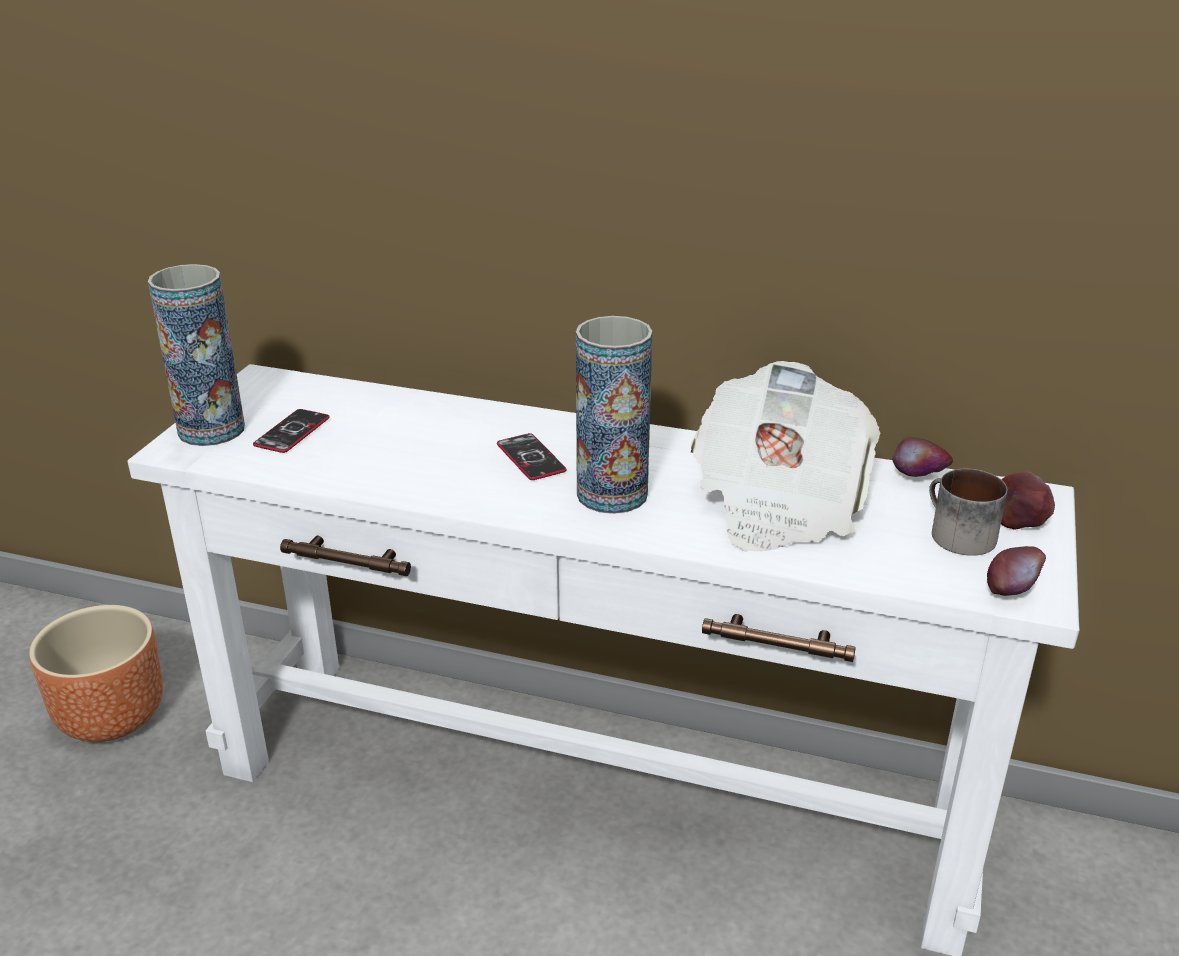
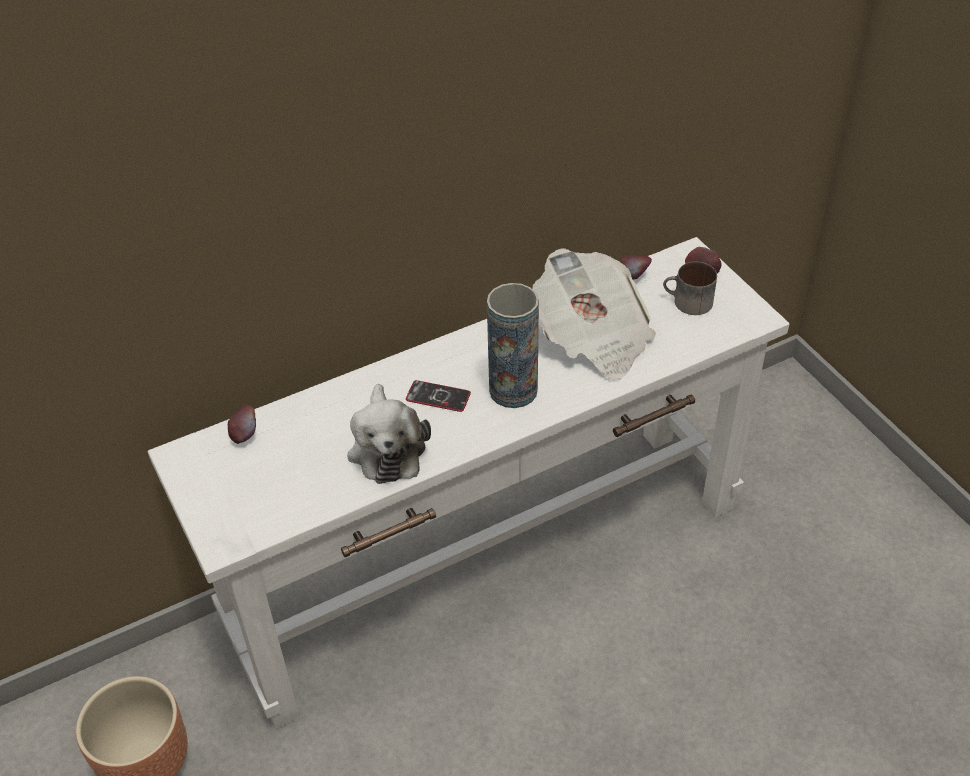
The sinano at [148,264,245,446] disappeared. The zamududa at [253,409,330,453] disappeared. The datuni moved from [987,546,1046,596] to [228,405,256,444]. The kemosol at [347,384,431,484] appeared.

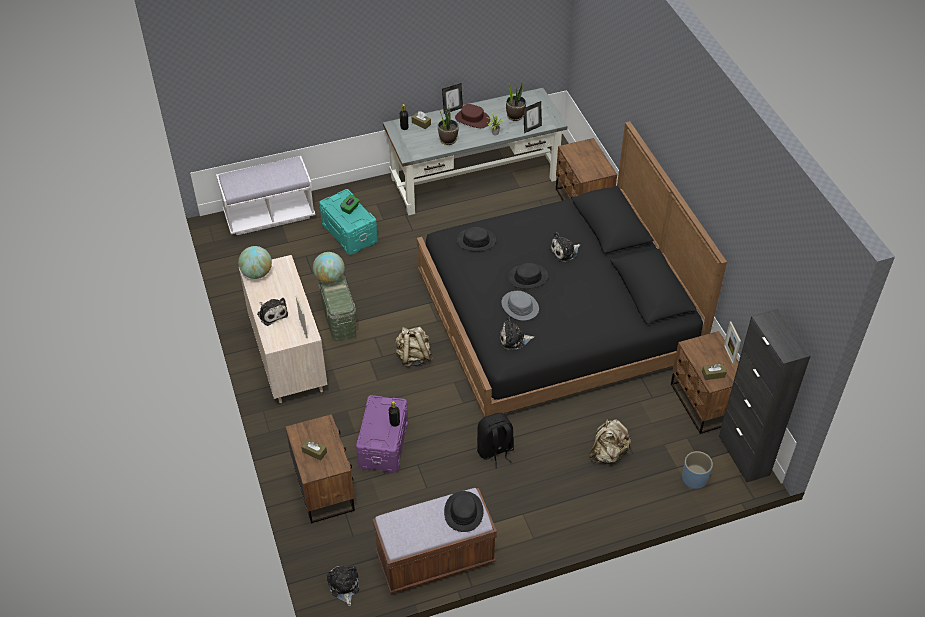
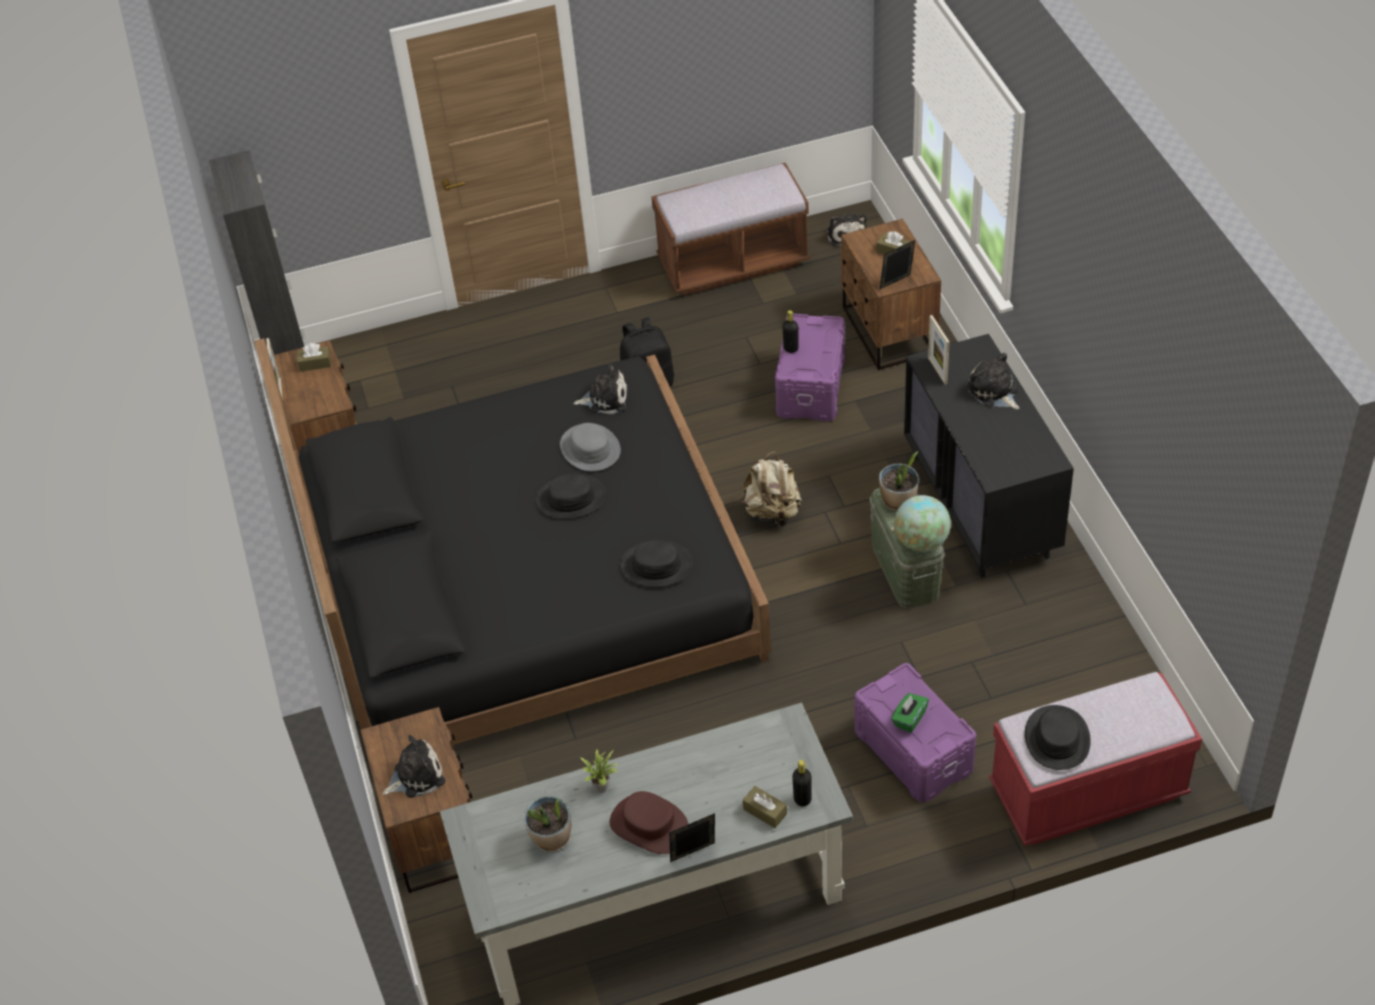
The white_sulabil at [216,156,315,235] became the red_sulabil at [989,672,1202,846]. The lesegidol at [238,246,272,279] disappeared. The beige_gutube at [239,255,327,403] became the black_gutube at [904,334,1074,578]. The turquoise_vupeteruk at [319,189,378,255] became the purple_vupeteruk at [855,663,976,803]. The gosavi moved from [438,104,459,145] to [879,452,919,511]. The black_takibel moved from [444,491,483,532] to [1025,705,1091,770]. The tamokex moved from [523,101,542,133] to [880,240,915,289]. The kemosol moved from [549,232,581,262] to [383,735,446,798]. The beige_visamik at [589,419,631,464] disappeared. The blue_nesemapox at [682,451,713,489] disappeared.

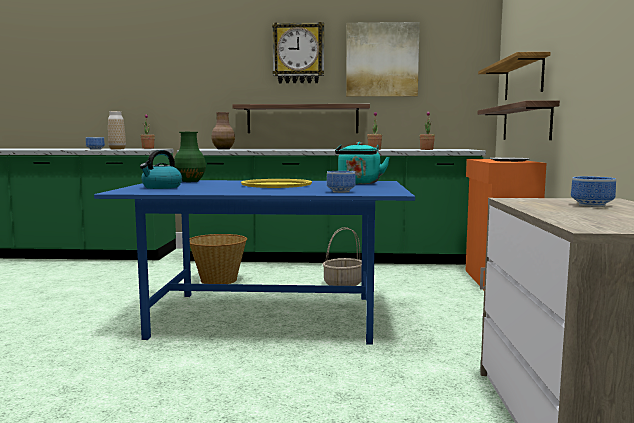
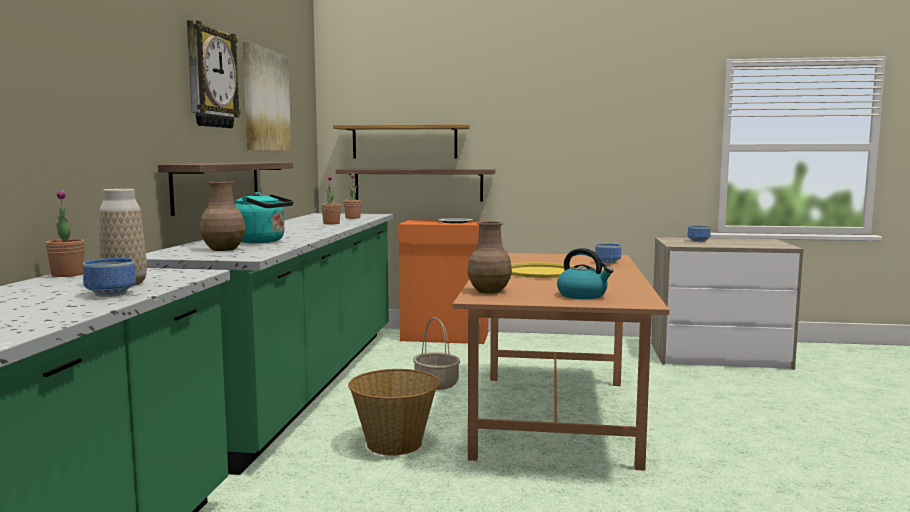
The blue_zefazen at [94,180,415,345] became the brown_zefazen at [453,253,670,471]. The green_sinano at [174,132,206,182] became the brown_sinano at [467,221,512,294]. The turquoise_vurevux moved from [335,142,390,184] to [235,192,294,243].

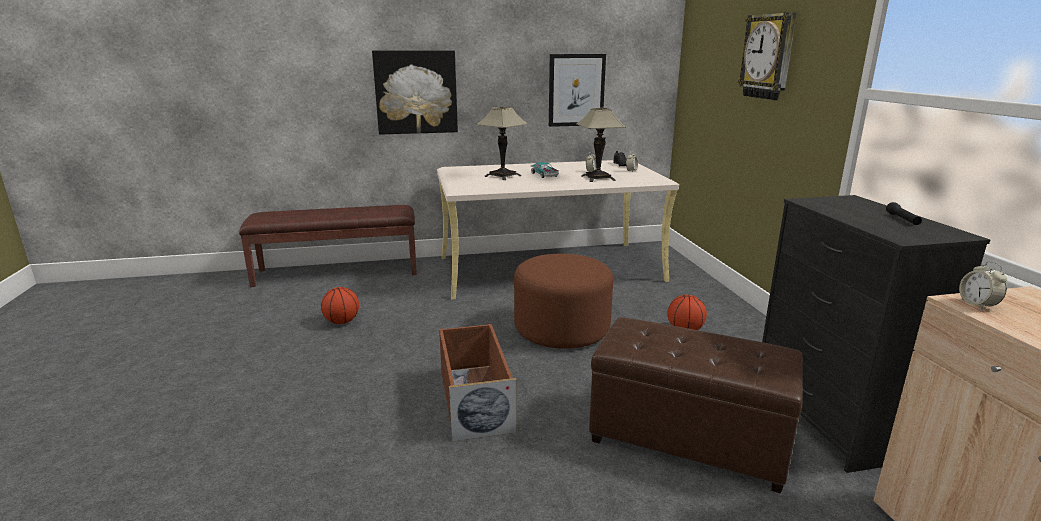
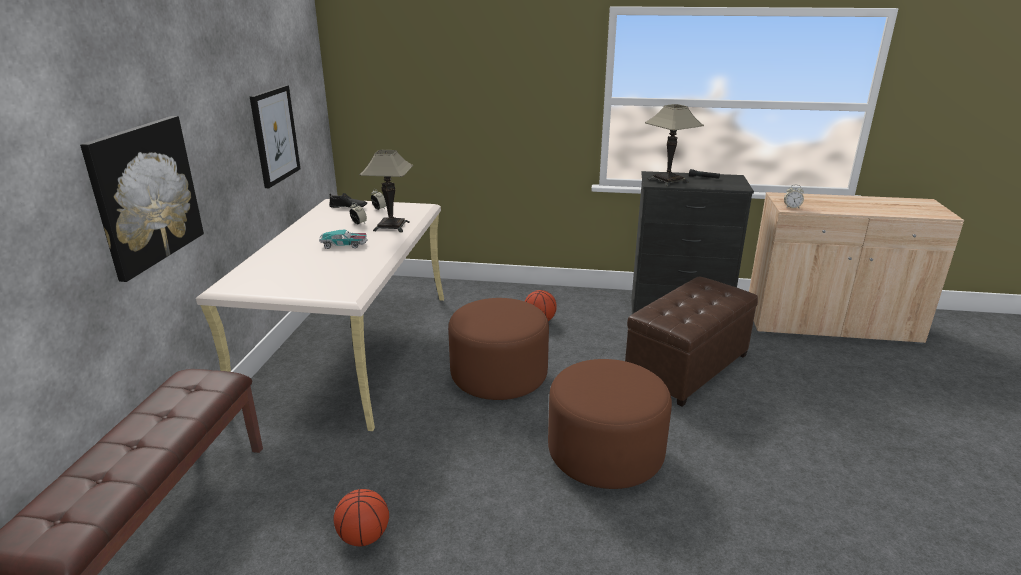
The brown_vupeteruk at [439,324,517,442] was replaced by the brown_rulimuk at [548,359,672,489]. The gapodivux moved from [476,107,528,180] to [645,104,704,187]. The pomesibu at [738,12,797,100] disappeared.

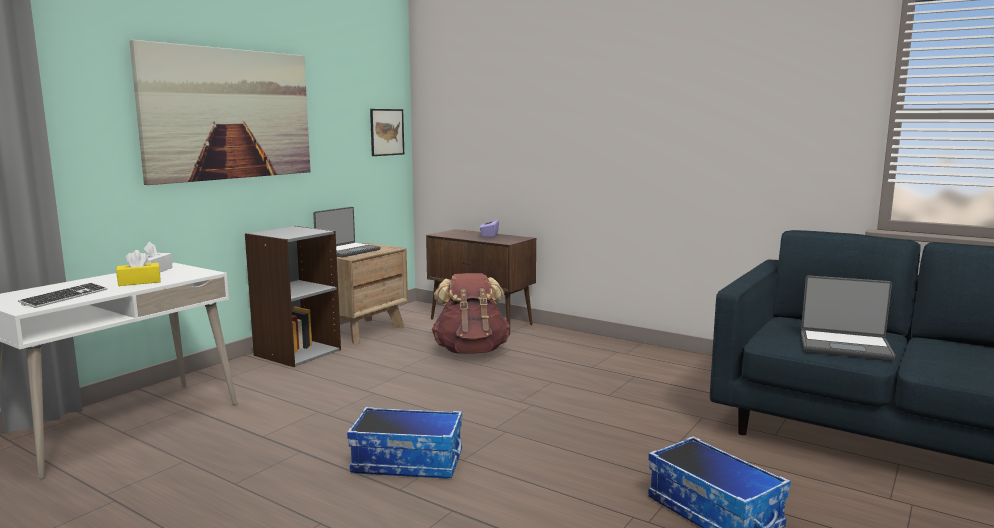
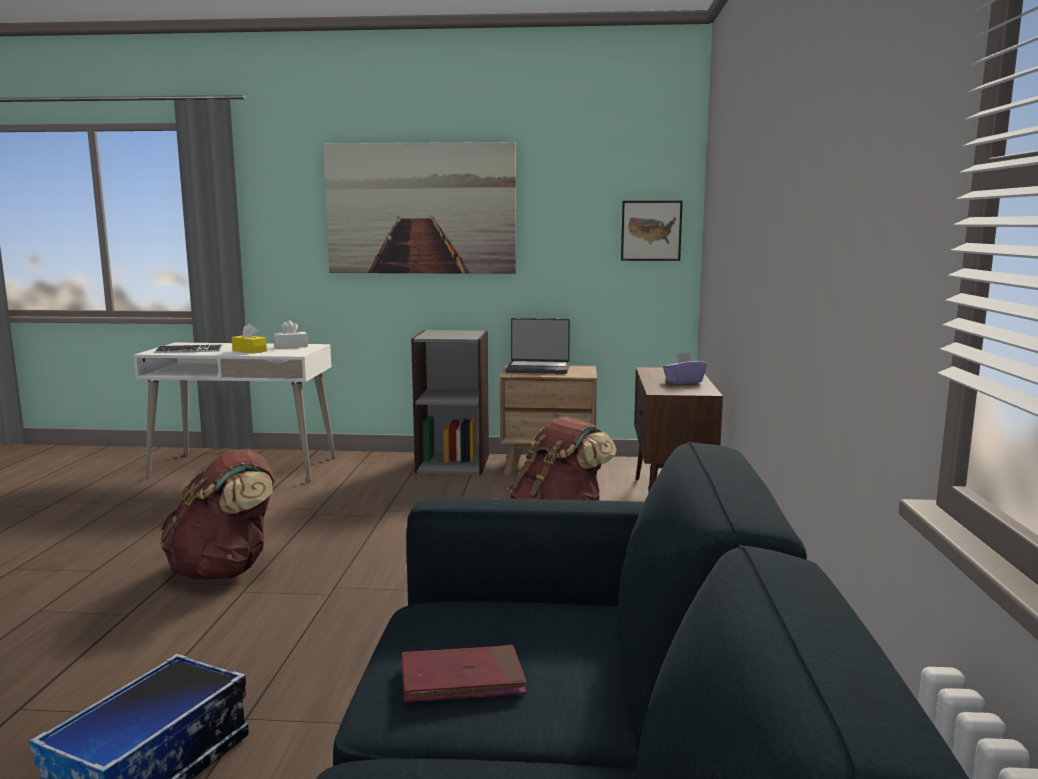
The vupeteruk at [347,407,462,479] was replaced by the brown_visamik at [161,449,275,580]. The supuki at [801,275,895,360] was replaced by the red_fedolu at [402,645,527,702].

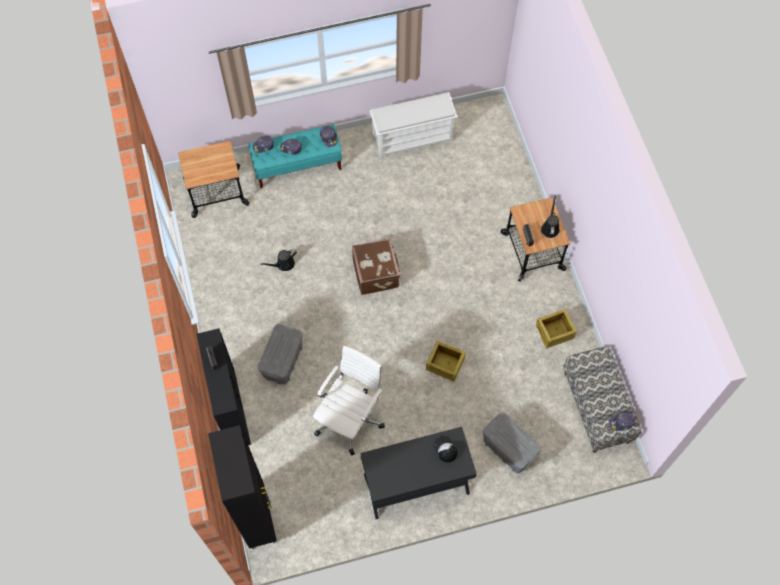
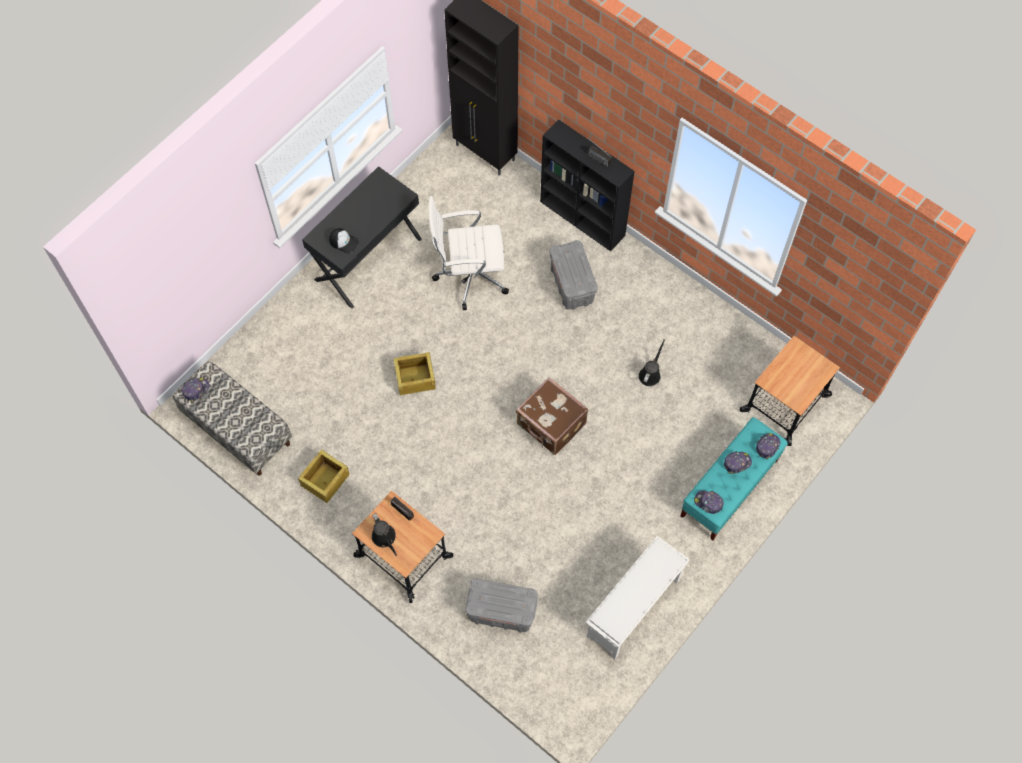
The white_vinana at [313,346,385,456] turned 90 degrees clockwise. The grey_vupeteruk moved from [483,413,541,473] to [466,579,538,633].

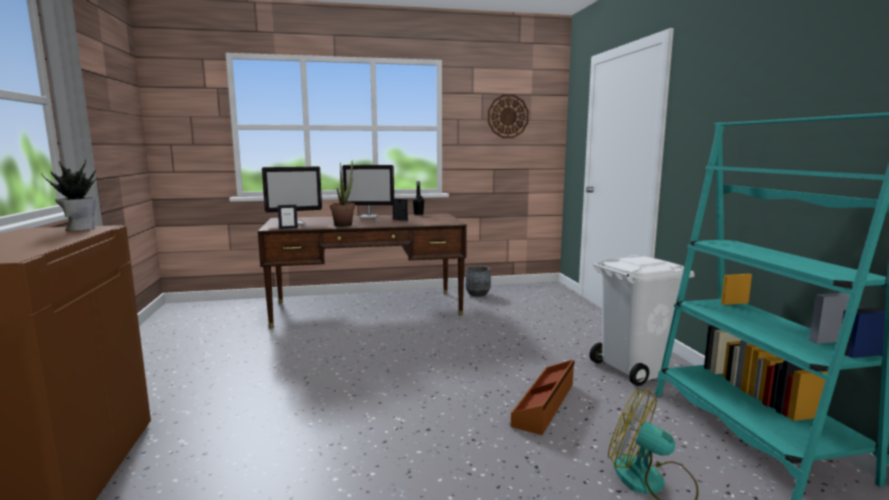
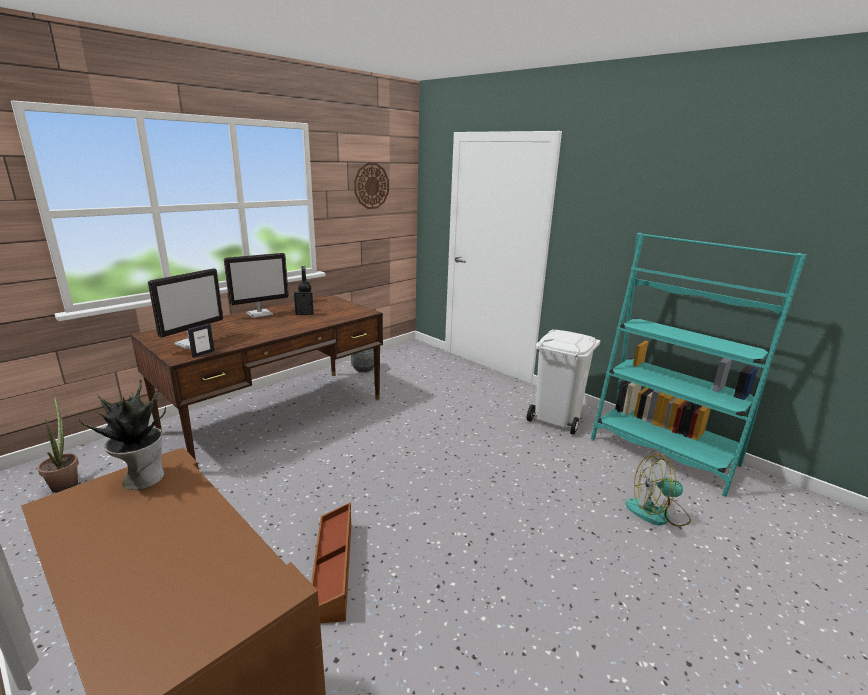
The gosavi moved from [330,161,355,227] to [37,395,79,493]. The brown_vupeteruk moved from [511,360,575,435] to [311,502,351,623].

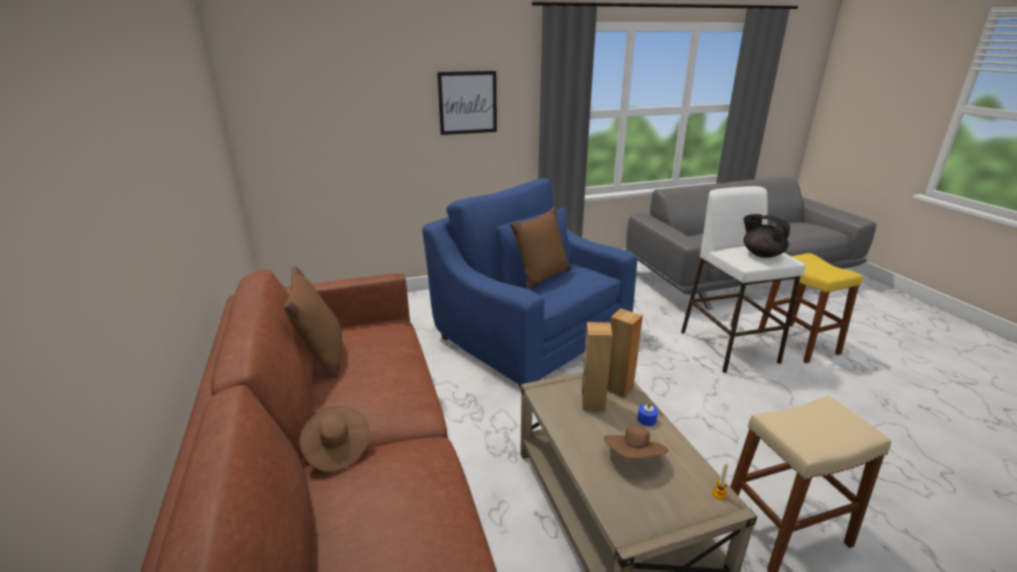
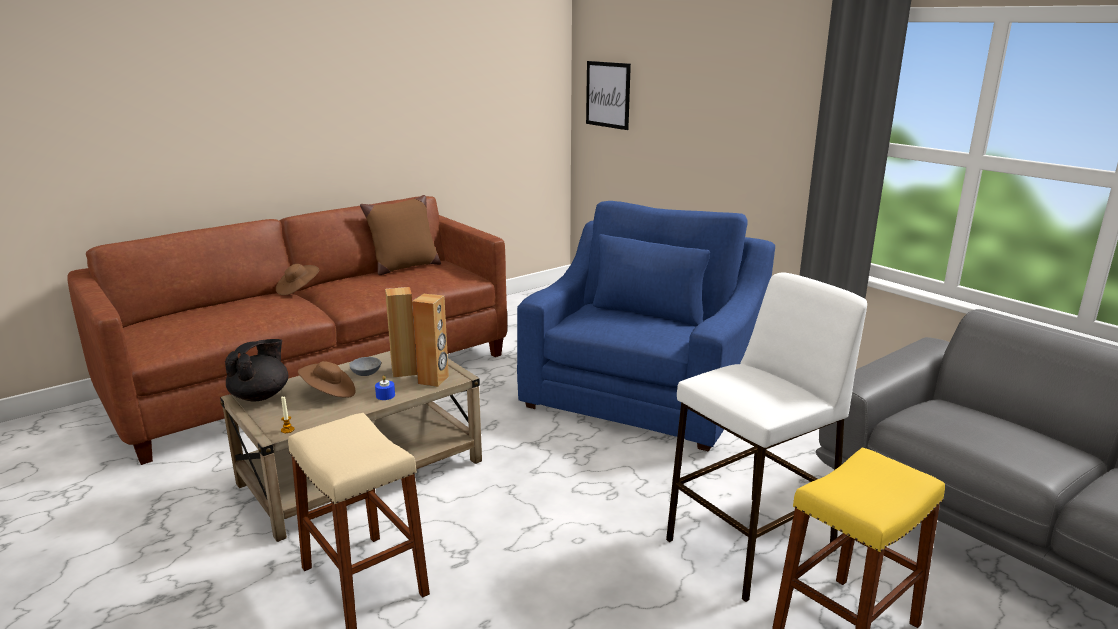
The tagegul moved from [437,71,497,135] to [586,61,631,130]. The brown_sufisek at [510,207,571,289] disappeared. The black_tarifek moved from [743,214,790,258] to [225,339,288,401]. The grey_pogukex at [349,357,381,376] appeared.

